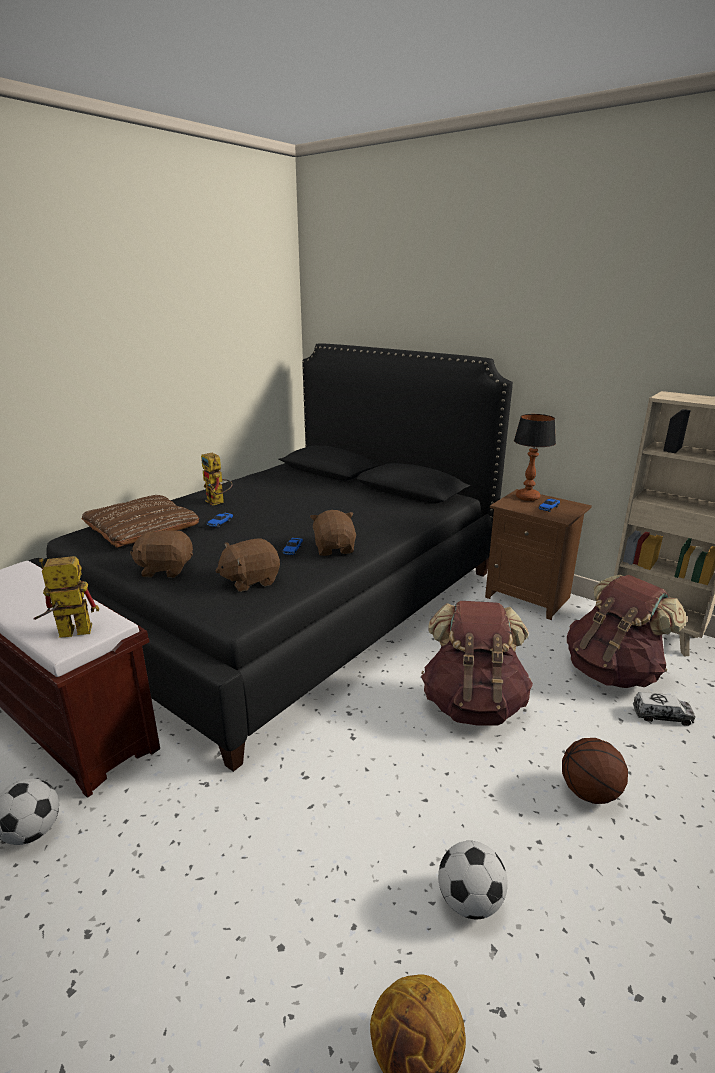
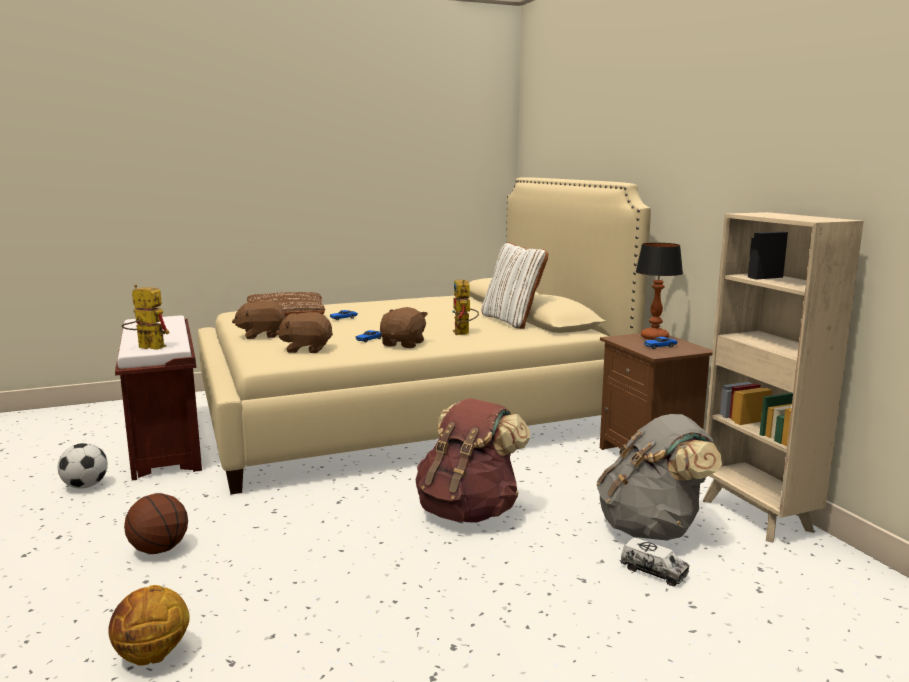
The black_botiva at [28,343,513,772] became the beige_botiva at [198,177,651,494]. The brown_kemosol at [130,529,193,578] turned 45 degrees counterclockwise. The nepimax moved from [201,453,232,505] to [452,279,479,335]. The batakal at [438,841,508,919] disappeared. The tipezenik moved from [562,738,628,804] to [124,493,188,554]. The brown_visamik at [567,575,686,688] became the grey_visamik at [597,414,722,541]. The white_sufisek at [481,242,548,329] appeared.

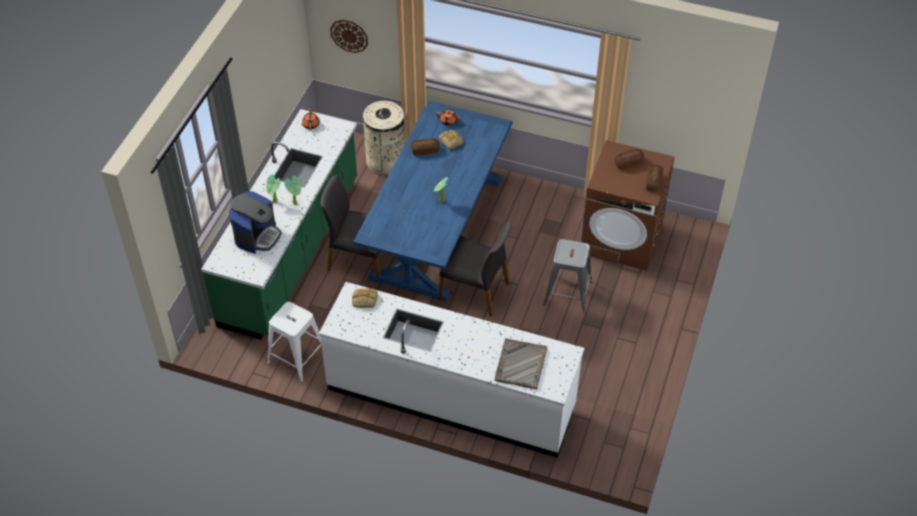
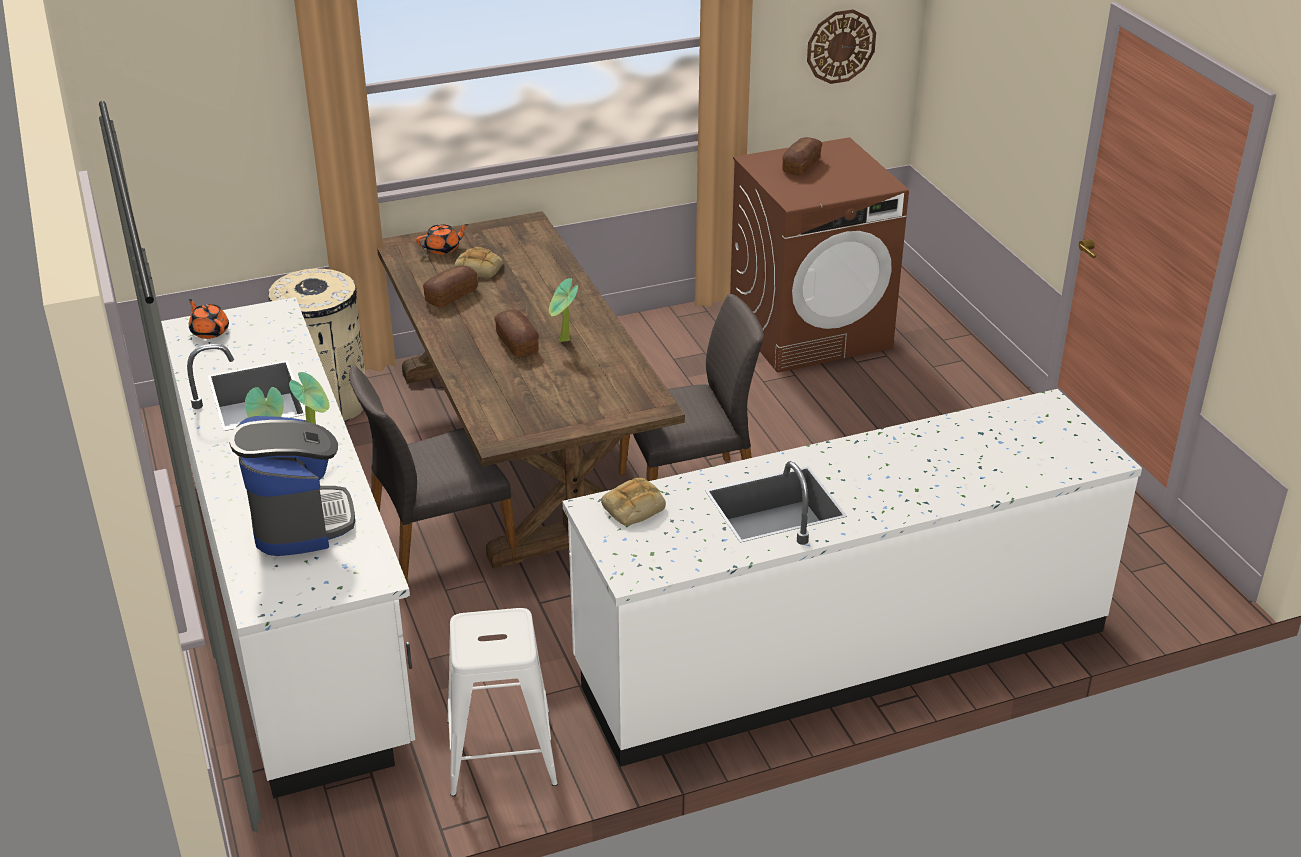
The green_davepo at [201,109,357,340] became the white_davepo at [161,297,415,799]. The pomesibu moved from [330,20,368,53] to [807,9,876,84]. The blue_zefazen at [353,101,512,302] became the brown_zefazen at [377,211,685,569]. The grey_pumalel at [495,338,547,389] disappeared. The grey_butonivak at [543,239,592,313] disappeared. The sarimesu moved from [646,165,663,192] to [494,310,539,357].

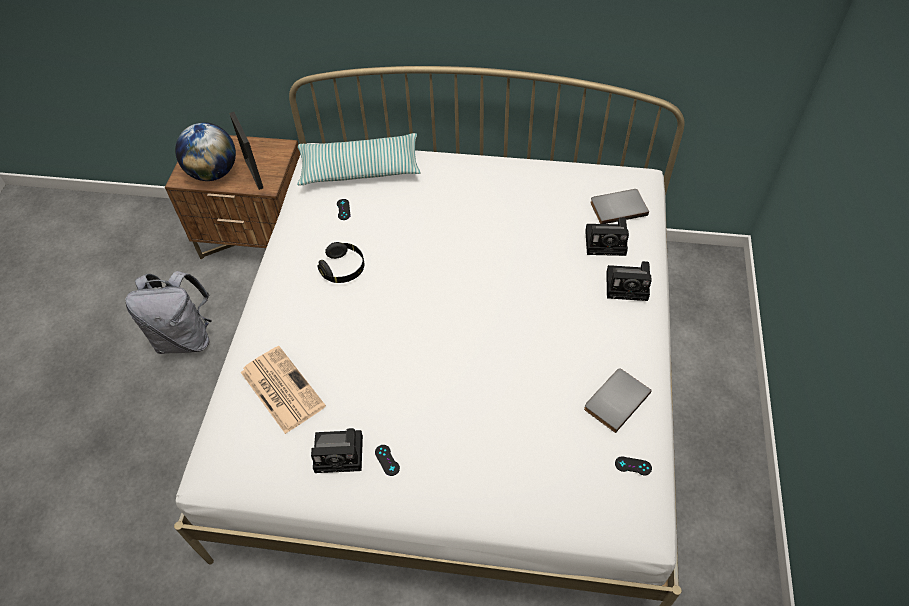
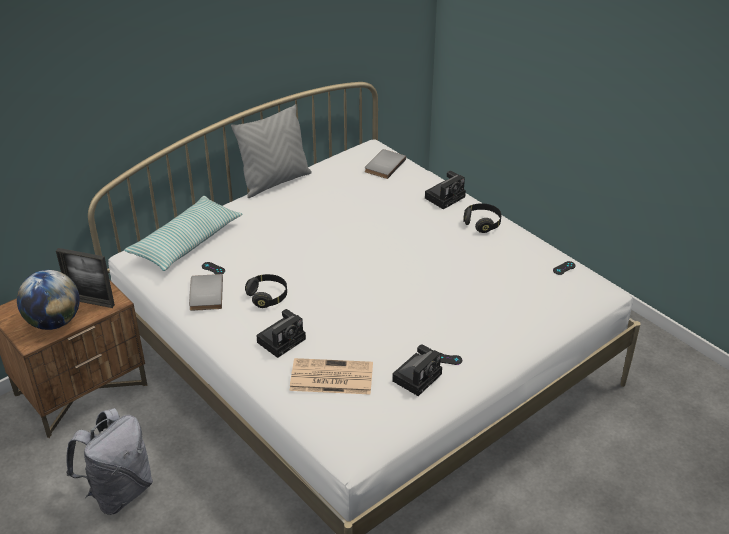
The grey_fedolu moved from [584,368,652,433] to [189,274,223,311]. The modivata moved from [585,217,629,256] to [256,309,306,358]. The grey_sufisek at [231,104,312,198] appeared. The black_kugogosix at [463,203,501,233] appeared.

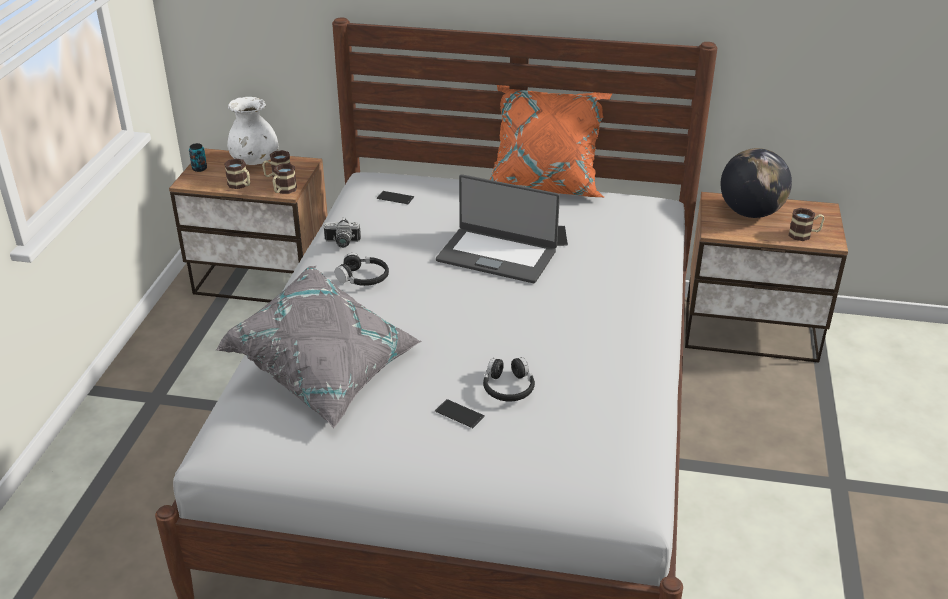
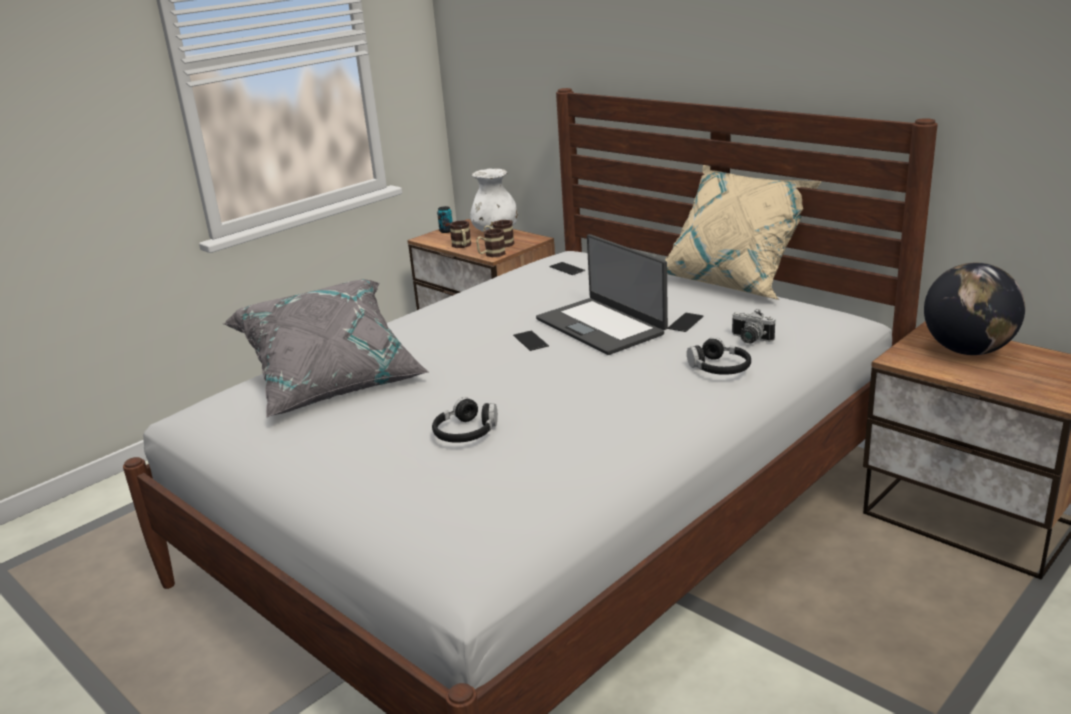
The modivata moved from [324,217,361,248] to [732,309,775,343]. The black_kugogosix moved from [335,253,389,286] to [687,337,751,375]. The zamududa moved from [435,399,485,428] to [513,330,549,351]. The orange_sufisek at [490,85,612,197] became the beige_sufisek at [665,165,822,300]. The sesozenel at [788,208,825,241] disappeared.

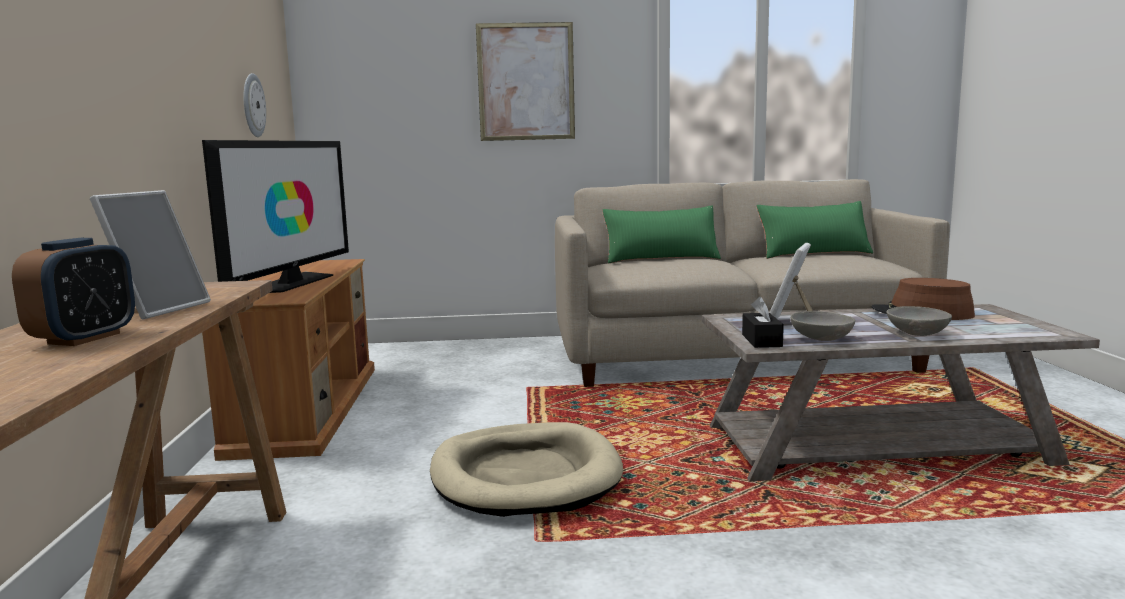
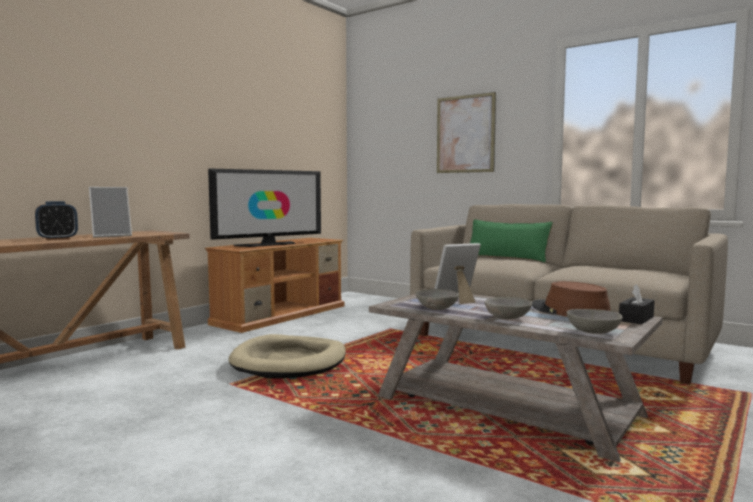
The pomesibu at [244,73,266,137] disappeared. The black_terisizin moved from [742,297,784,348] to [619,284,655,324]. The green_sufisek at [756,201,873,259] disappeared. The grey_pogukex at [566,309,622,334] appeared.

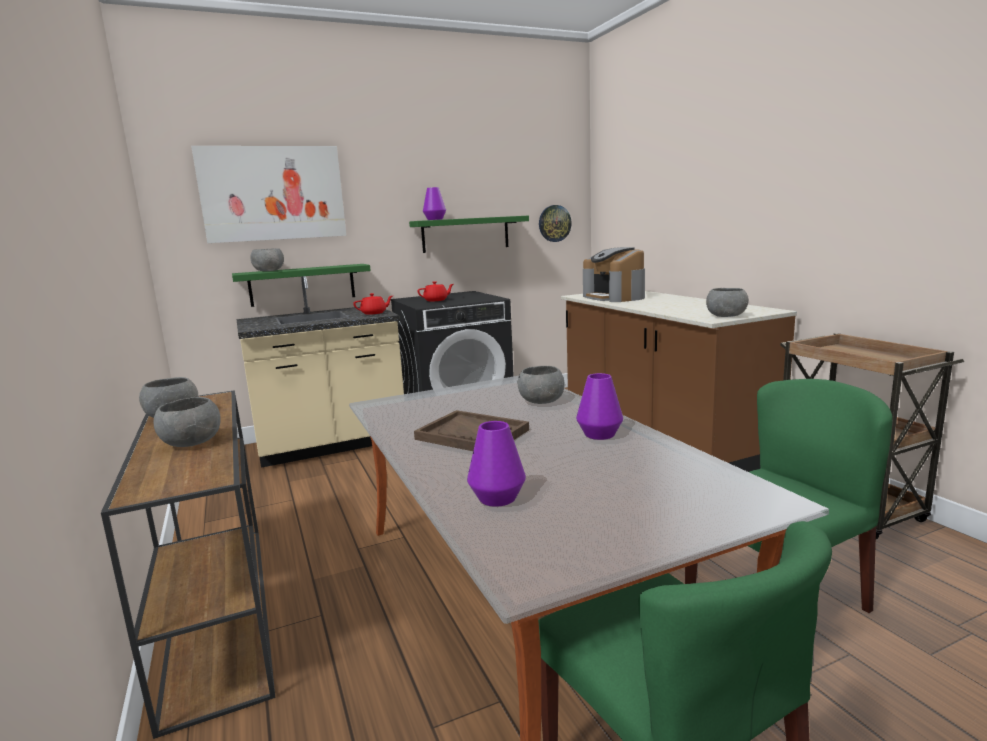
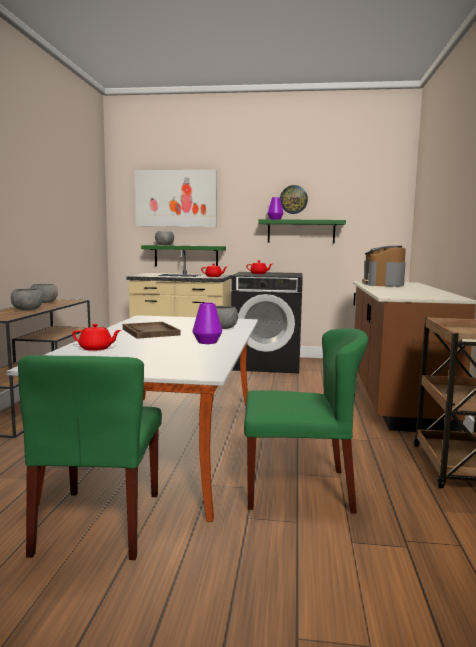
The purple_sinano at [467,421,526,507] was replaced by the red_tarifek at [72,324,121,351]. The pomesibu moved from [539,205,572,242] to [280,185,308,214]. The grey_pogukex at [706,288,749,317] disappeared.

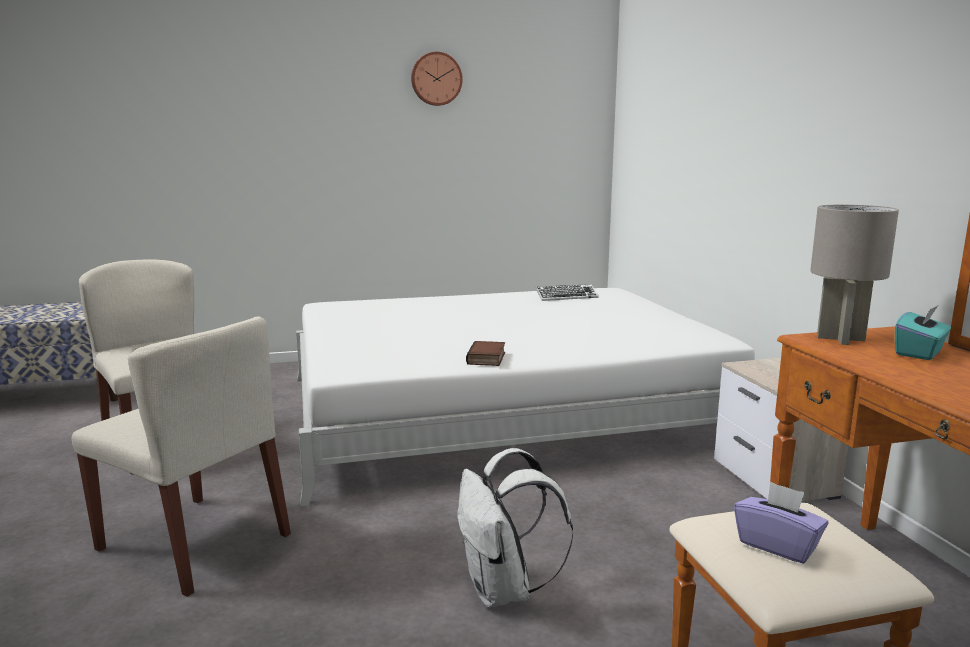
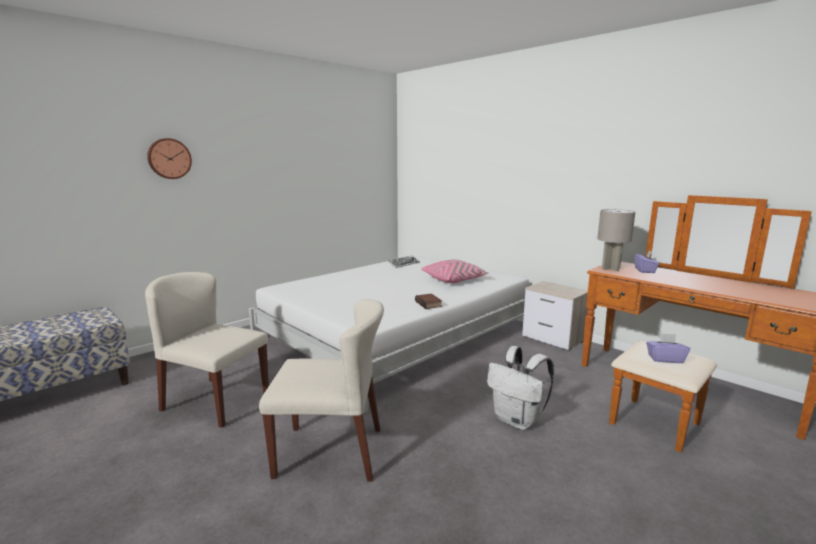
The pomesibu moved from [411,52,463,106] to [147,138,192,179]. The turquoise_terisizin at [895,306,951,360] became the purple_terisizin at [634,250,659,273]. The pink_sufisek at [421,260,488,283] appeared.

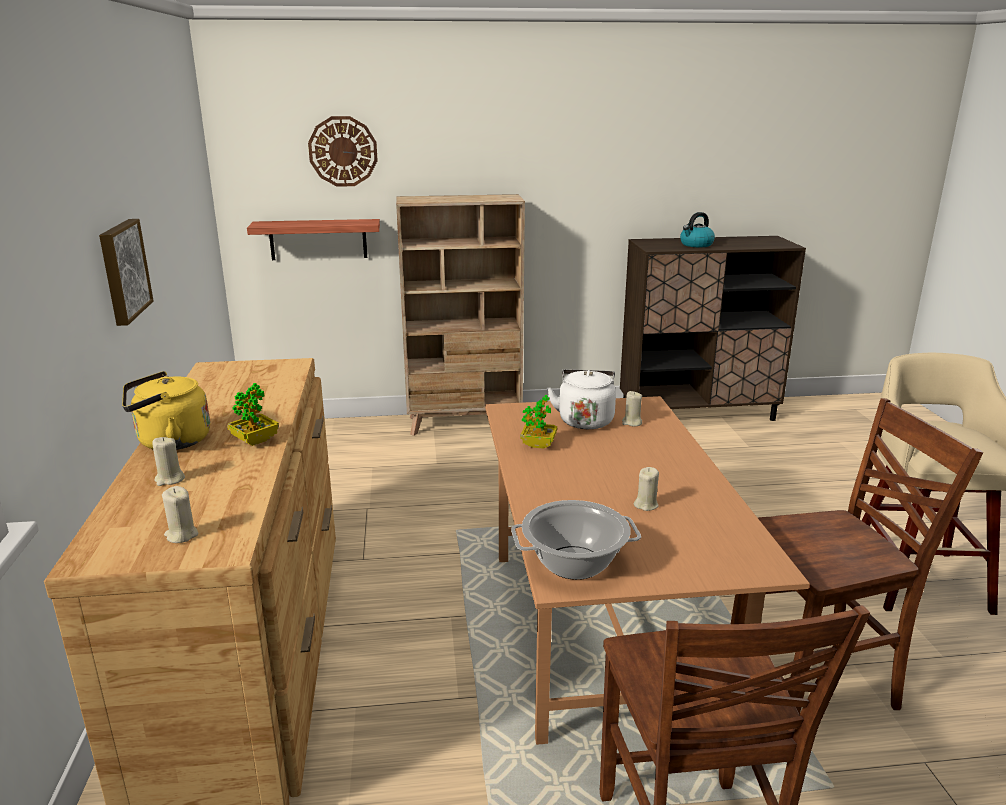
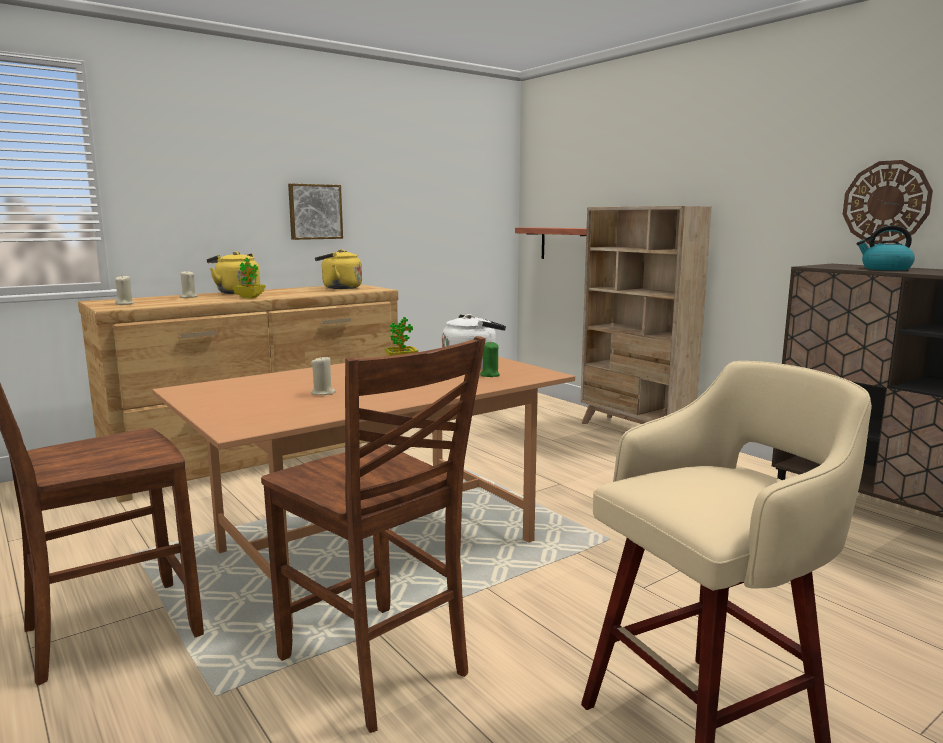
The pomesibu moved from [308,116,378,187] to [843,160,933,244]. The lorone at [511,500,641,580] disappeared. The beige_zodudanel at [622,391,642,426] became the green_zodudanel at [480,341,500,377]. The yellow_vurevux at [315,249,362,289] appeared.

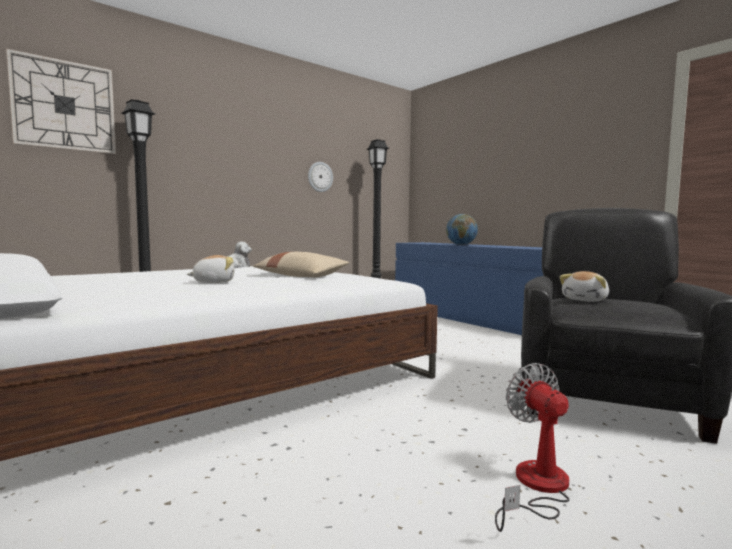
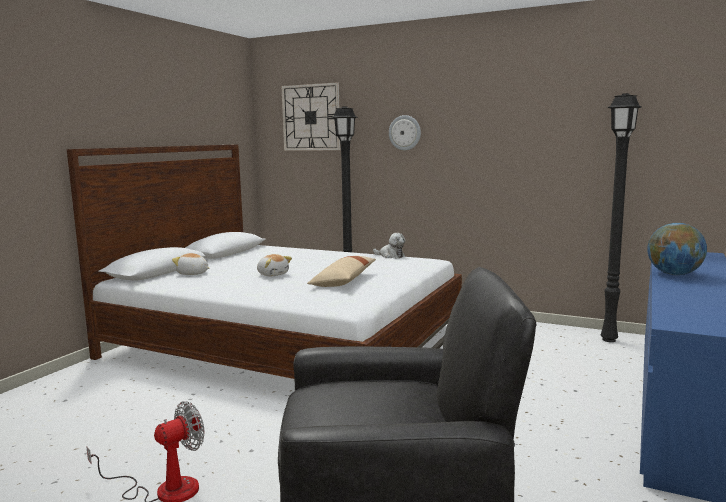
The pomesibu moved from [308,162,333,192] to [389,115,421,150]. The kemosol moved from [559,271,609,302] to [172,253,210,275].

